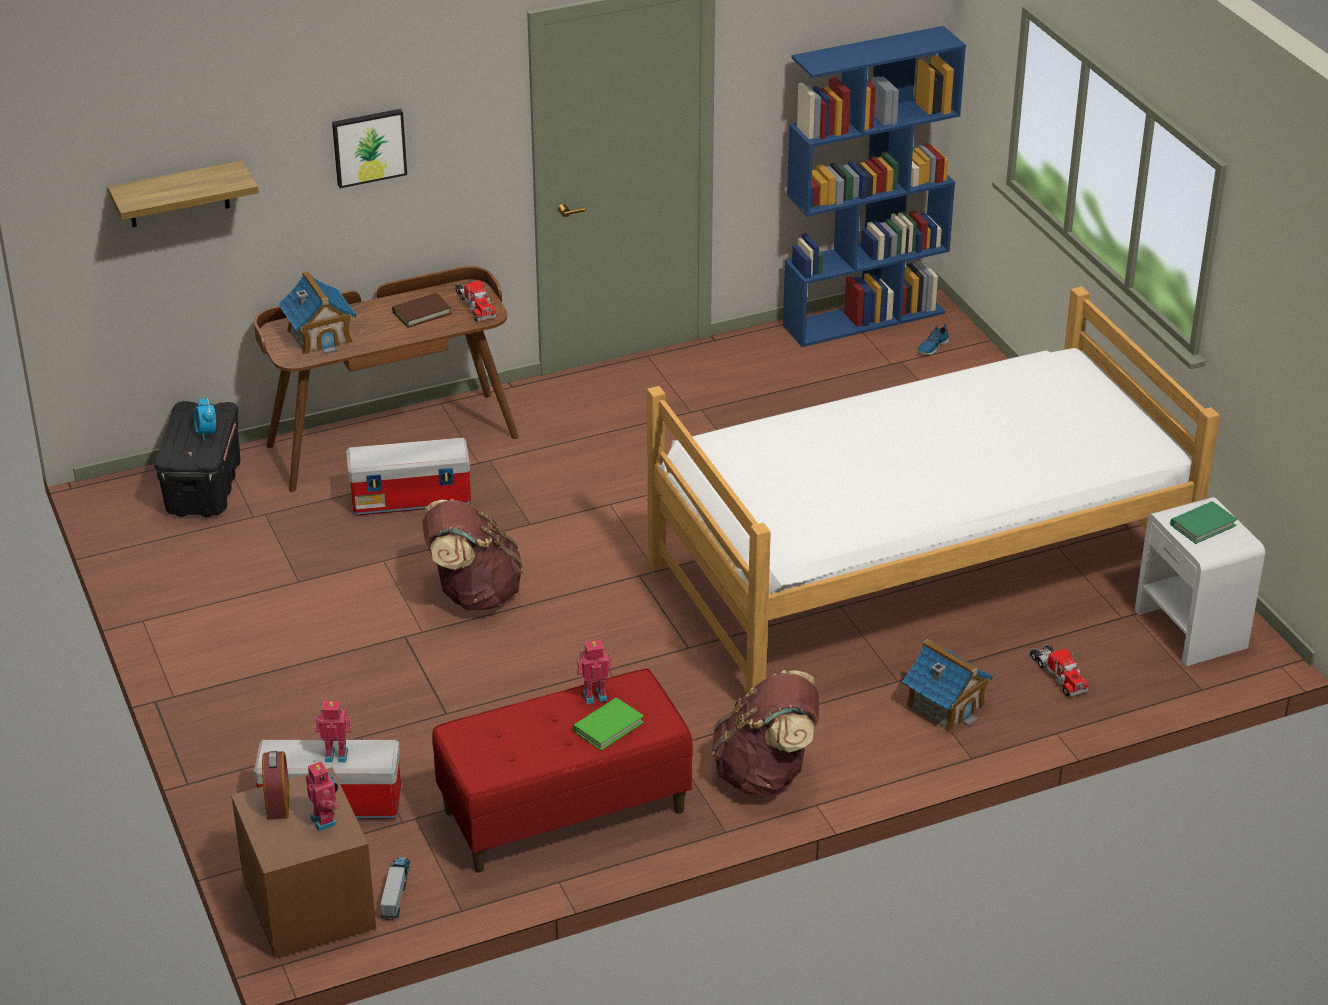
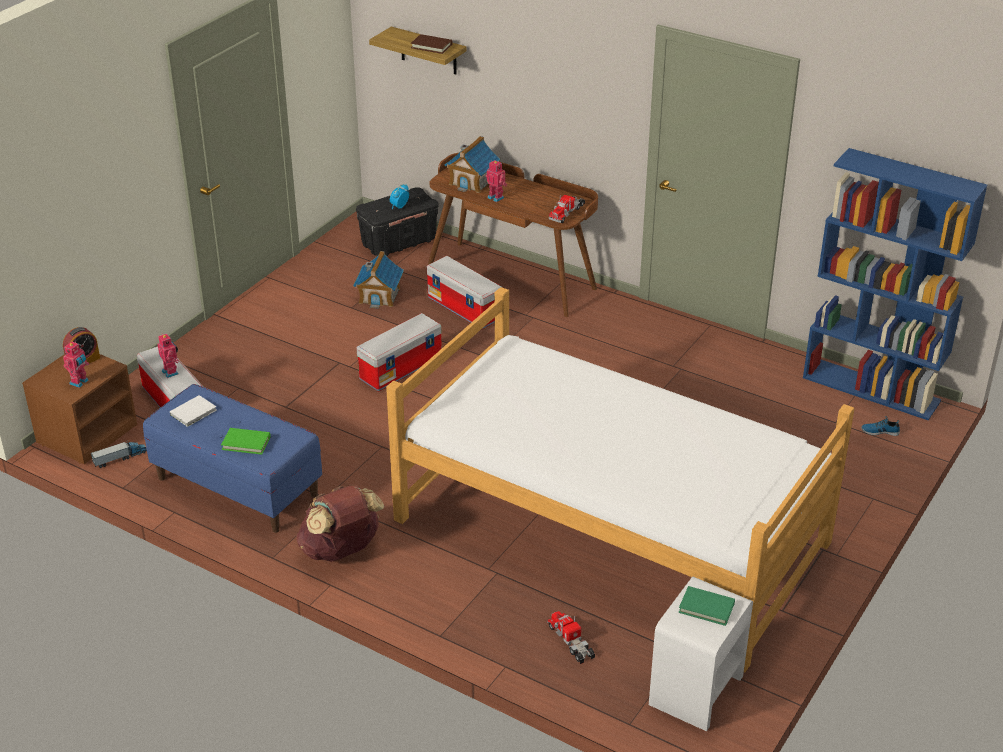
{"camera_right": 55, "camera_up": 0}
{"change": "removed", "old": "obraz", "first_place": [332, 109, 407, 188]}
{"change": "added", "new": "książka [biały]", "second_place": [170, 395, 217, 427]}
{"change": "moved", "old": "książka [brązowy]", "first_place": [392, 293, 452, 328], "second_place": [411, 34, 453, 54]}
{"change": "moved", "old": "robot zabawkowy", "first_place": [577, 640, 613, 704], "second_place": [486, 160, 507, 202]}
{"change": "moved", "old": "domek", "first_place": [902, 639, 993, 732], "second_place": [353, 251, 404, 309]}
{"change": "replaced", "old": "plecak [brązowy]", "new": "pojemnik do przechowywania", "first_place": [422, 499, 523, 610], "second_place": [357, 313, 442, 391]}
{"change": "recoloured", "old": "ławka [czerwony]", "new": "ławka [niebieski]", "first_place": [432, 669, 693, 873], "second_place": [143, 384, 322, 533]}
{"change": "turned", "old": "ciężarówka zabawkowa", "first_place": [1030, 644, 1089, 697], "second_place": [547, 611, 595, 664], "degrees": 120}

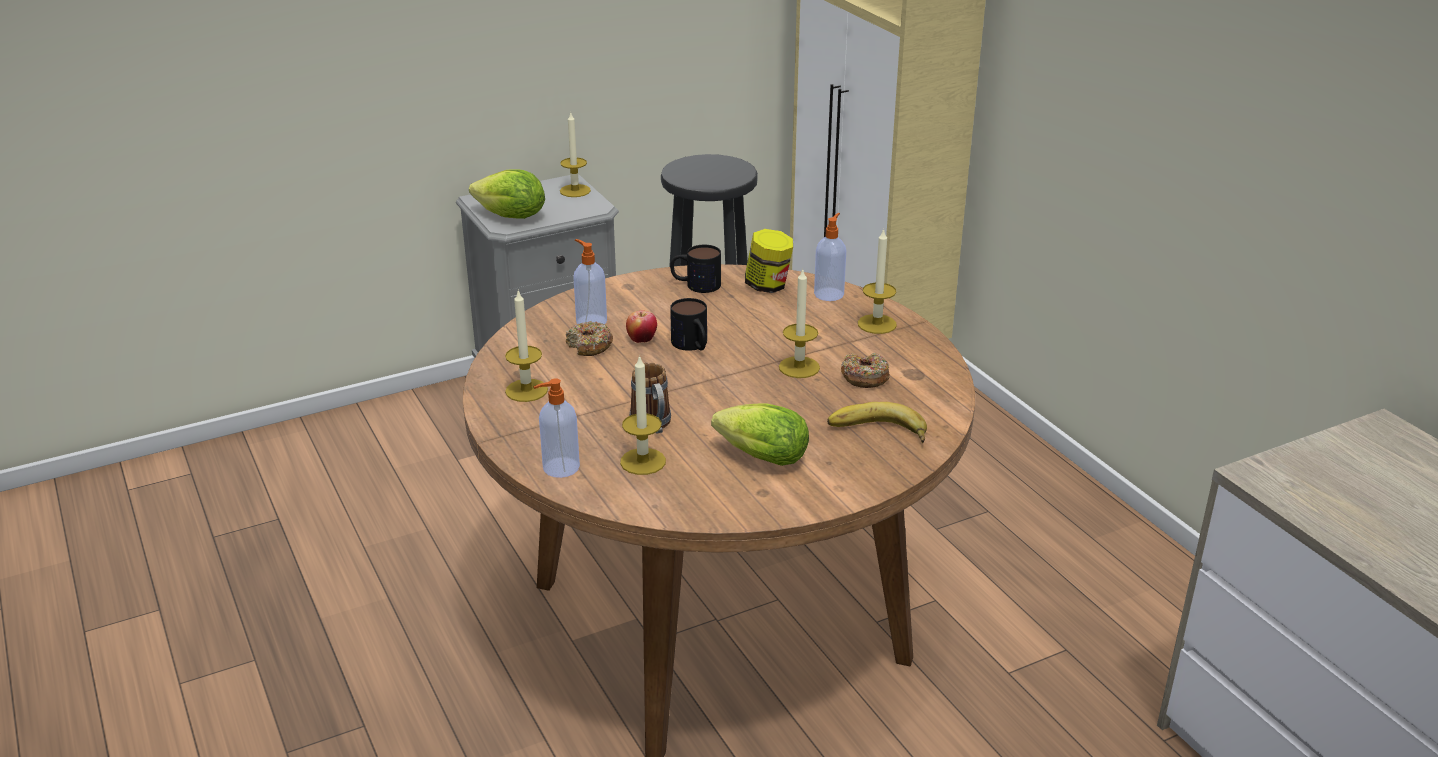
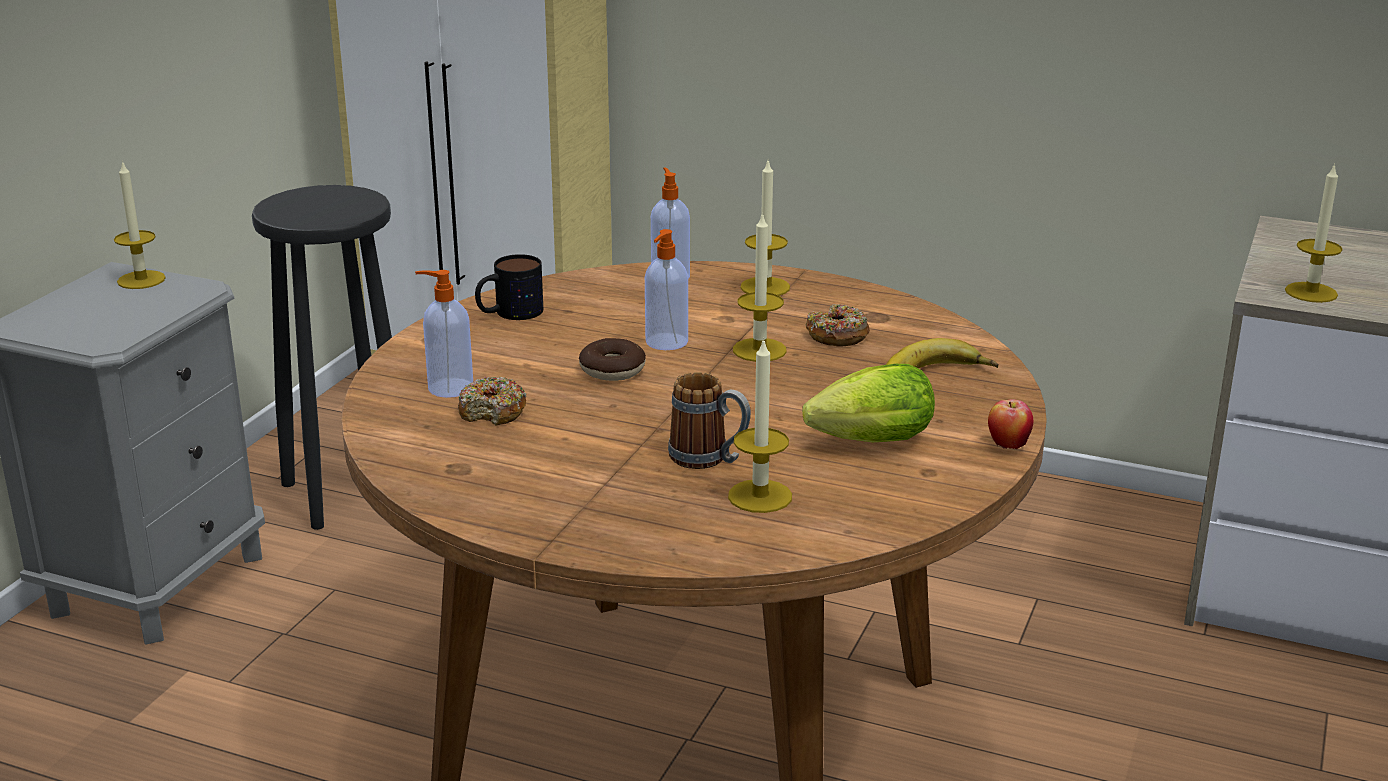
{"camera_right": -40, "camera_up": -5}
{"change": "removed", "old": "sałata", "first_place": [469, 169, 545, 219]}
{"change": "removed", "old": "słoik", "first_place": [745, 229, 793, 293]}
{"change": "moved", "old": "świeca", "first_place": [505, 289, 548, 402], "second_place": [1285, 163, 1343, 303]}
{"change": "moved", "old": "dozownik mydła", "first_place": [534, 378, 580, 478], "second_place": [645, 229, 688, 350]}
{"change": "moved", "old": "jabłko", "first_place": [626, 310, 657, 343], "second_place": [988, 399, 1033, 449]}
{"change": "replaced", "old": "kubek", "new": "donut", "first_place": [670, 298, 707, 351], "second_place": [579, 338, 646, 381]}

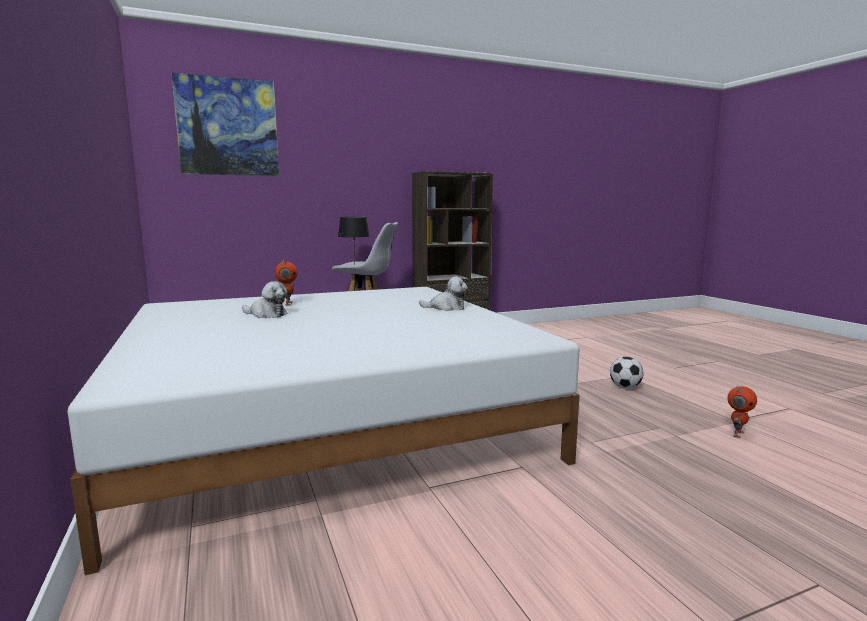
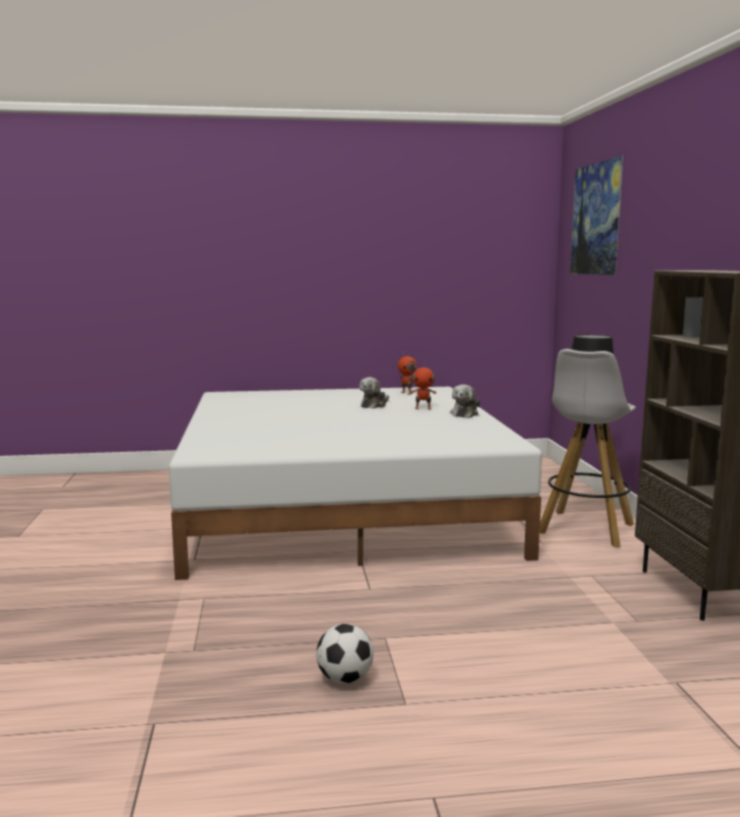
{"camera_right": 105, "camera_up": 0}
{"change": "moved", "old": "pluszak", "first_place": [419, 276, 468, 311], "second_place": [450, 385, 480, 418]}
{"change": "moved", "old": "robot zabawkowy", "first_place": [727, 386, 757, 438], "second_place": [398, 353, 417, 395]}

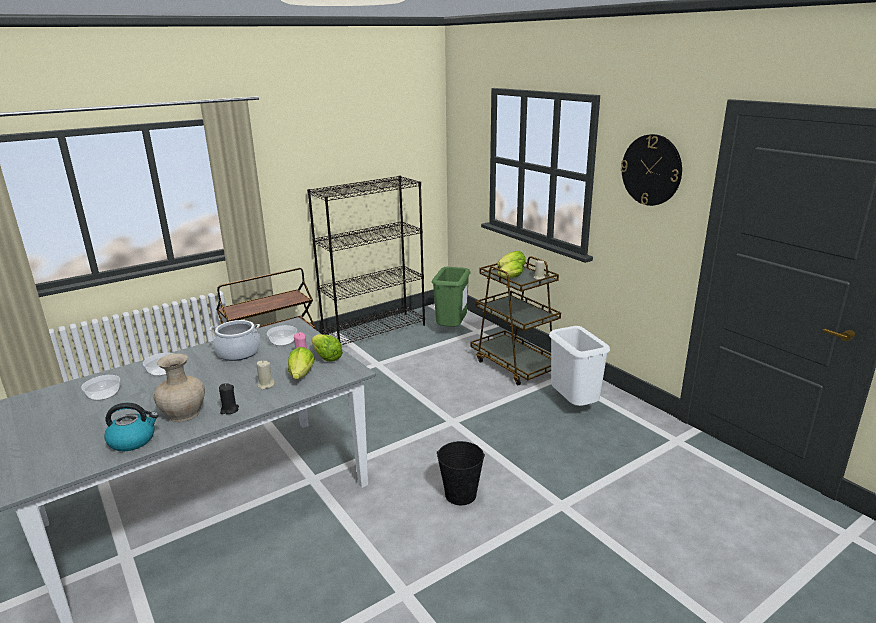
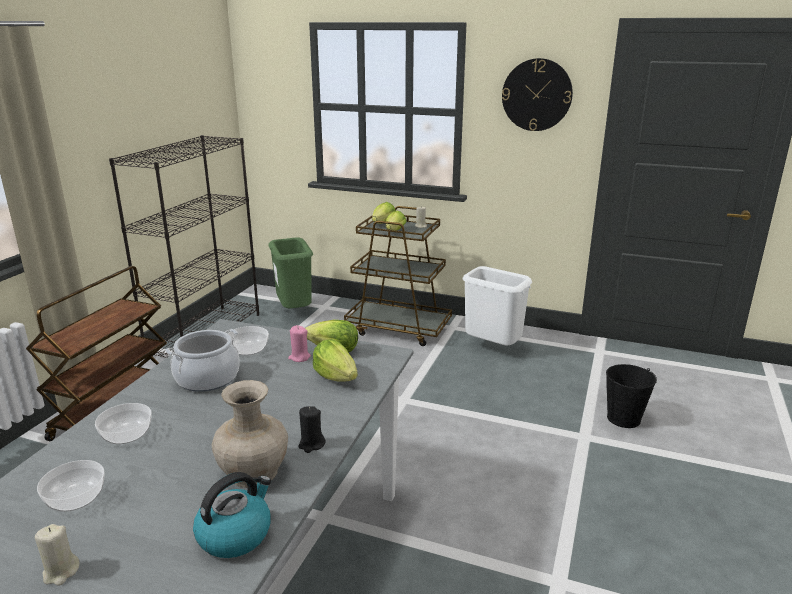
{"camera_right": -35, "camera_up": 0}
{"change": "moved", "old": "świeca [beżowy]", "first_place": [256, 361, 275, 390], "second_place": [35, 524, 80, 586]}
{"change": "moved", "old": "wiadro [czarny]", "first_place": [436, 441, 485, 505], "second_place": [606, 364, 657, 428]}

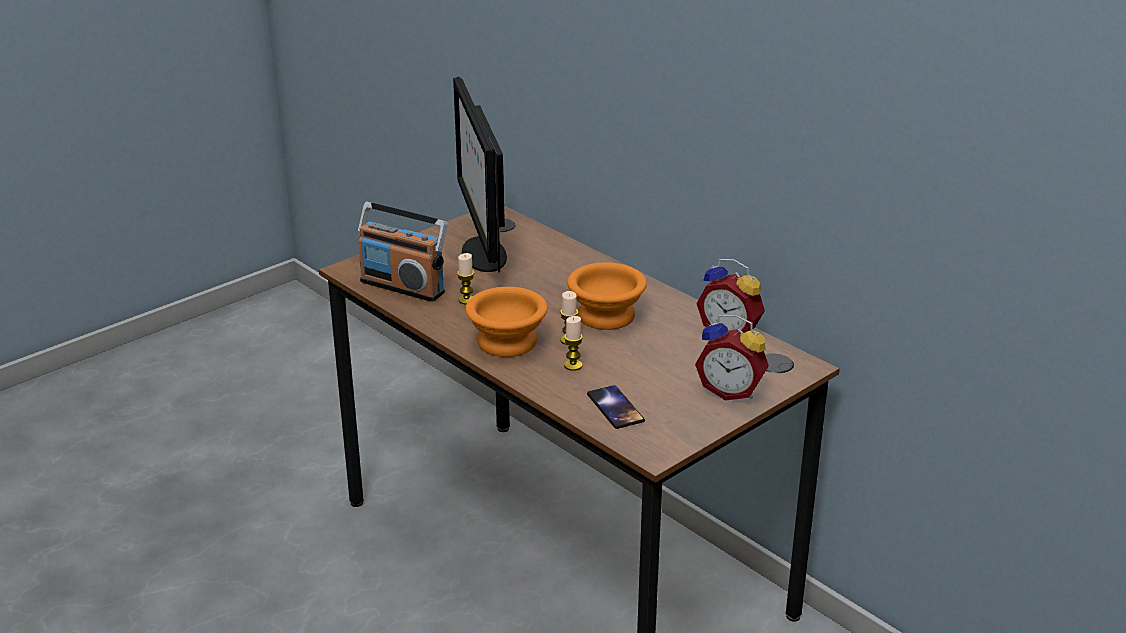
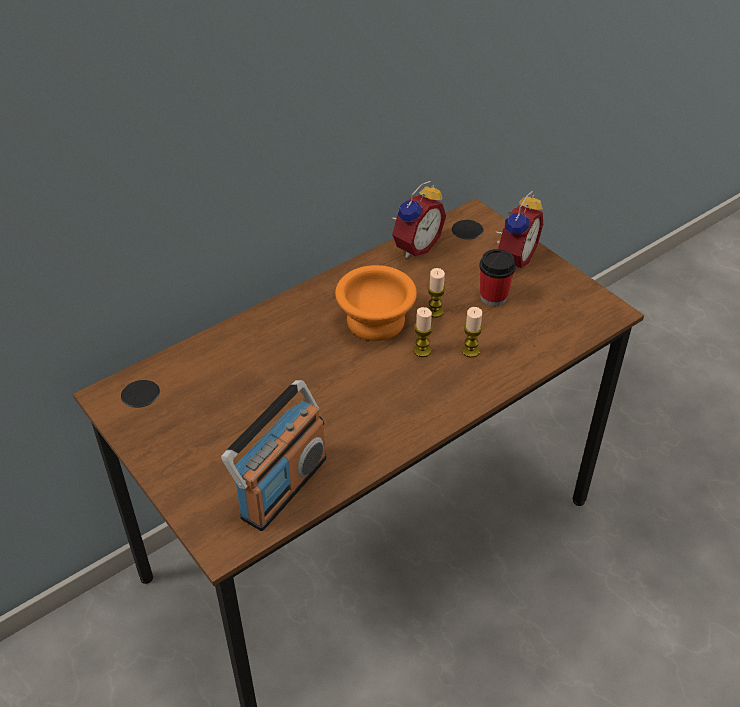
{"camera_right": -85, "camera_up": 15}
{"change": "removed", "old": "monitor", "first_place": [453, 77, 507, 272]}
{"change": "removed", "old": "miska [pomarańczowy]", "first_place": [465, 287, 547, 357]}
{"change": "removed", "old": "telefon", "first_place": [587, 385, 645, 429]}
{"change": "added", "new": "filiżanka", "second_place": [479, 249, 516, 306]}
{"change": "moved", "old": "świeca", "first_place": [457, 253, 474, 304], "second_place": [428, 268, 446, 318]}

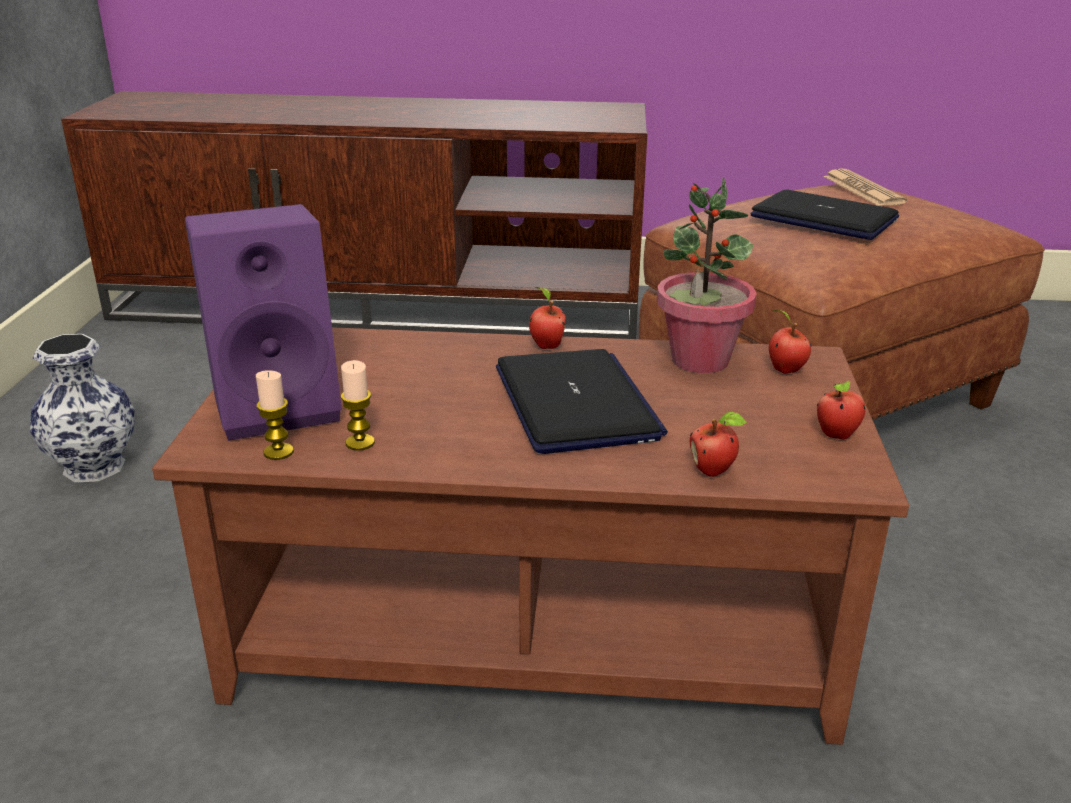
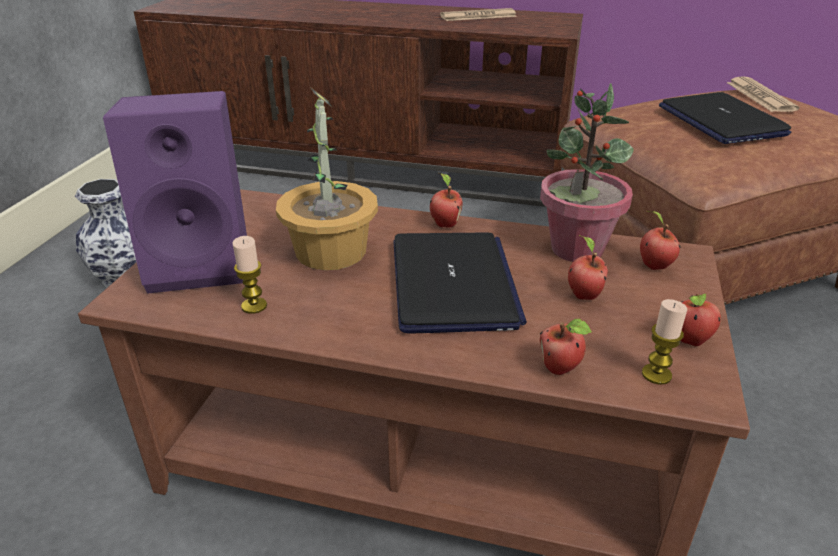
{"camera_right": 10, "camera_up": 5}
{"change": "added", "new": "roślina doniczkowa", "second_place": [276, 87, 378, 270]}
{"change": "added", "new": "gazeta", "second_place": [440, 8, 517, 21]}
{"change": "added", "new": "jabłko", "second_place": [568, 235, 608, 300]}
{"change": "moved", "old": "świeca", "first_place": [256, 370, 294, 460], "second_place": [642, 299, 687, 385]}
{"change": "turned", "old": "laptop", "first_place": [751, 189, 899, 240], "second_place": [659, 92, 791, 144], "degrees": -150}

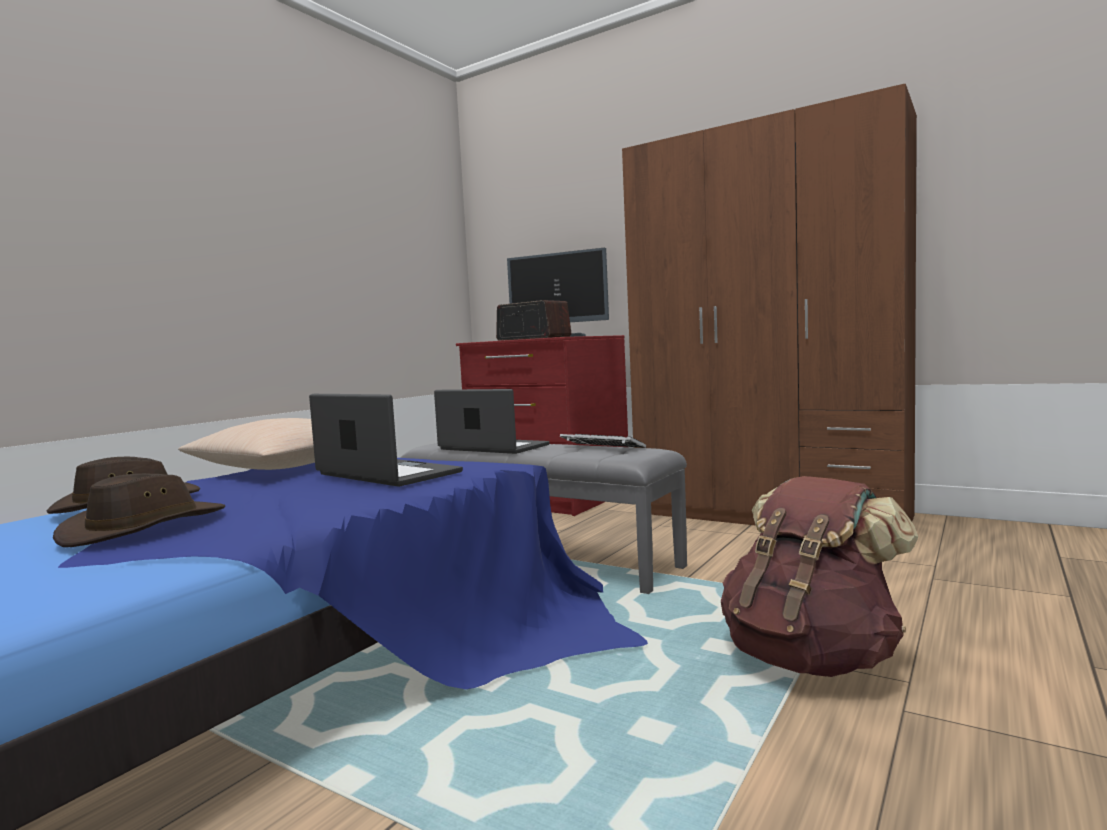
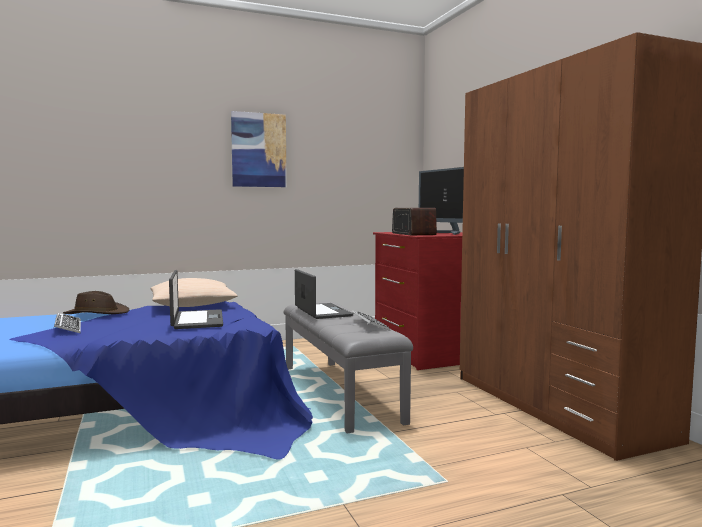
{"camera_right": 35, "camera_up": 0}
{"change": "removed", "old": "plecak [brązowy]", "first_place": [721, 476, 918, 677]}
{"change": "added", "new": "obraz", "second_place": [231, 111, 287, 187]}
{"change": "replaced", "old": "kapelusz [brązowy]", "new": "klawiatura", "first_place": [53, 473, 225, 547], "second_place": [54, 313, 81, 334]}

